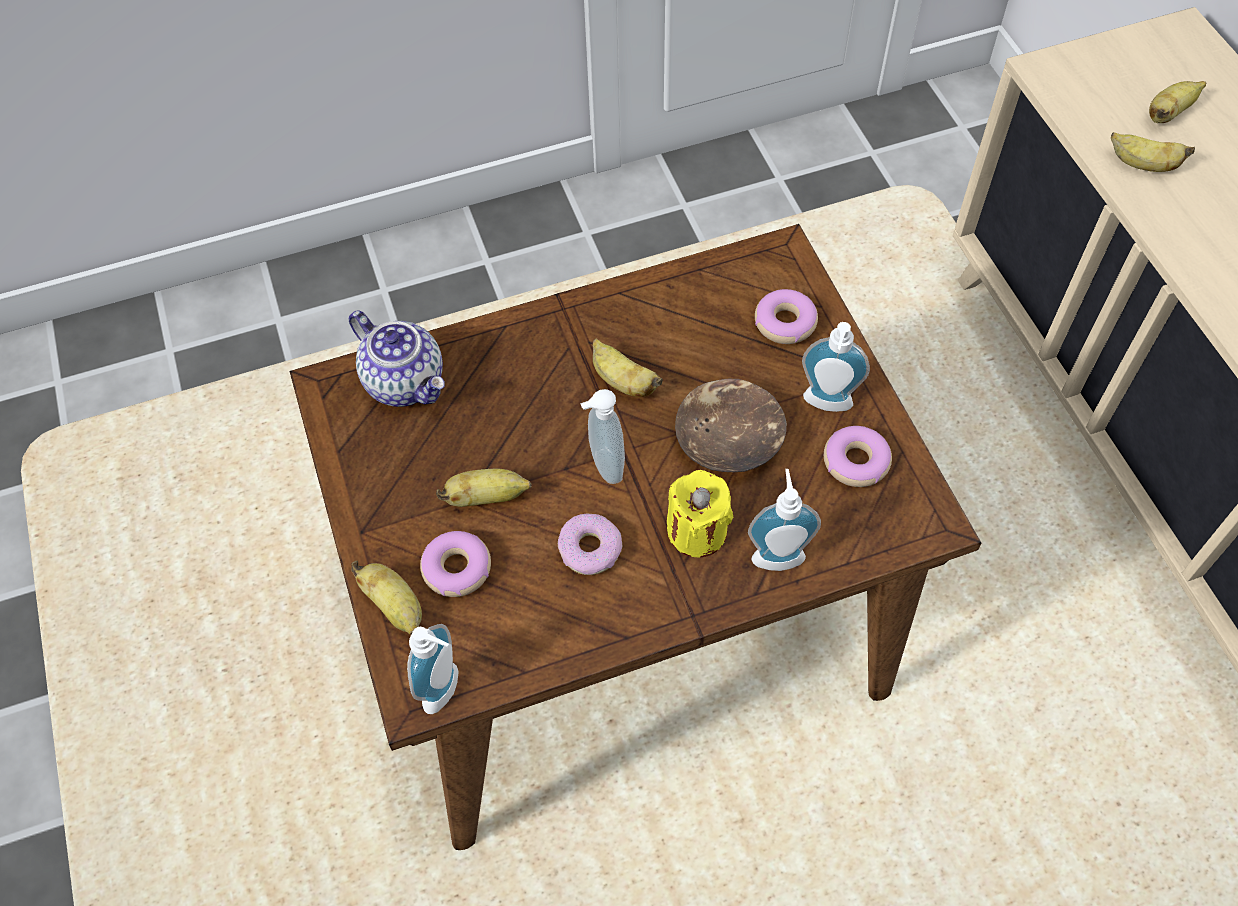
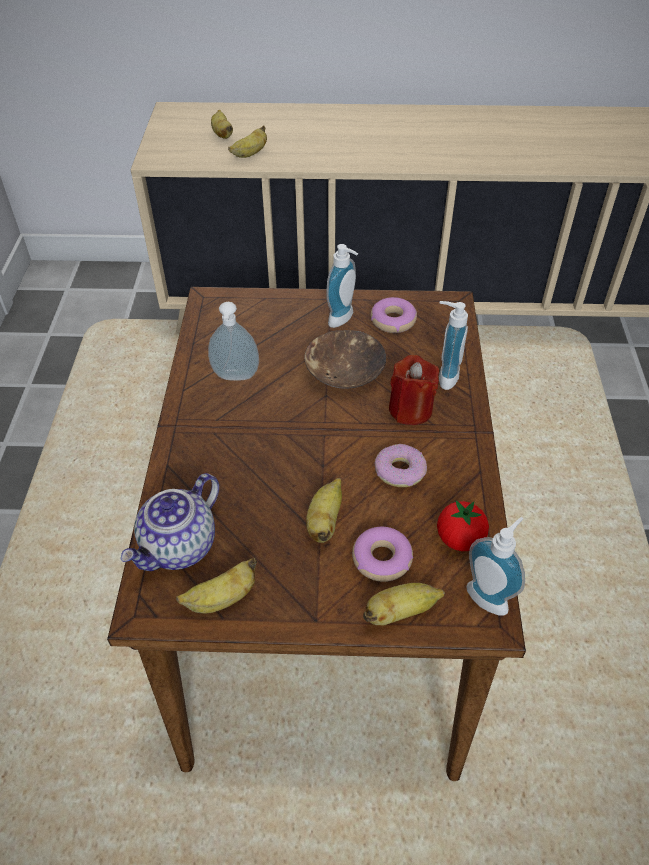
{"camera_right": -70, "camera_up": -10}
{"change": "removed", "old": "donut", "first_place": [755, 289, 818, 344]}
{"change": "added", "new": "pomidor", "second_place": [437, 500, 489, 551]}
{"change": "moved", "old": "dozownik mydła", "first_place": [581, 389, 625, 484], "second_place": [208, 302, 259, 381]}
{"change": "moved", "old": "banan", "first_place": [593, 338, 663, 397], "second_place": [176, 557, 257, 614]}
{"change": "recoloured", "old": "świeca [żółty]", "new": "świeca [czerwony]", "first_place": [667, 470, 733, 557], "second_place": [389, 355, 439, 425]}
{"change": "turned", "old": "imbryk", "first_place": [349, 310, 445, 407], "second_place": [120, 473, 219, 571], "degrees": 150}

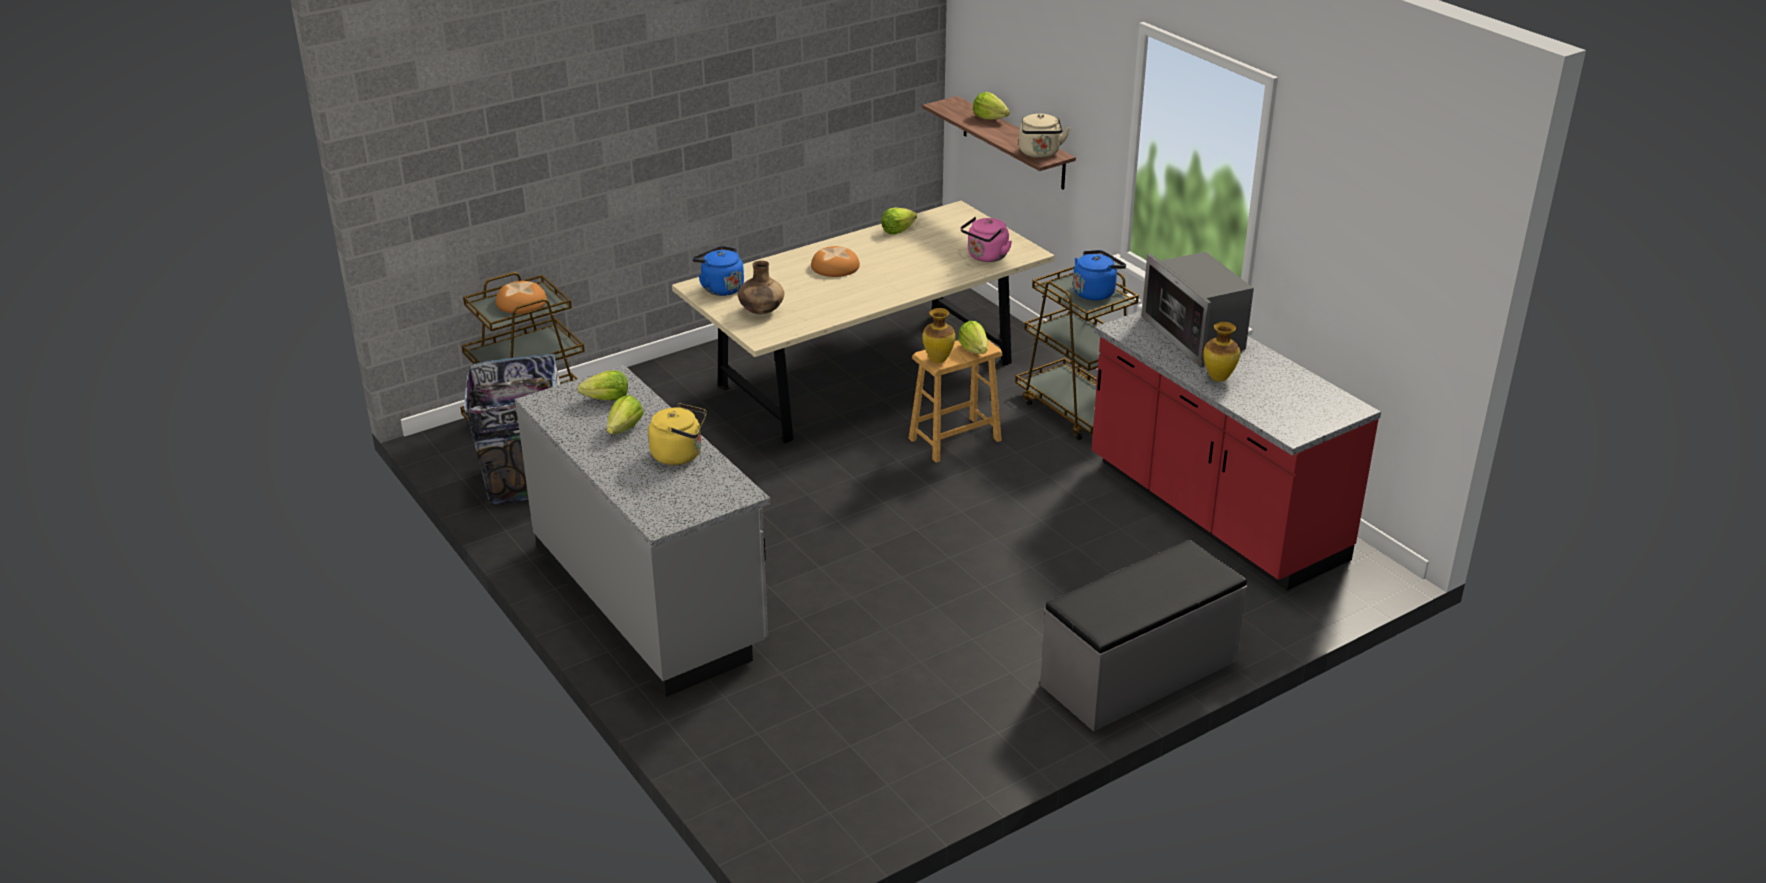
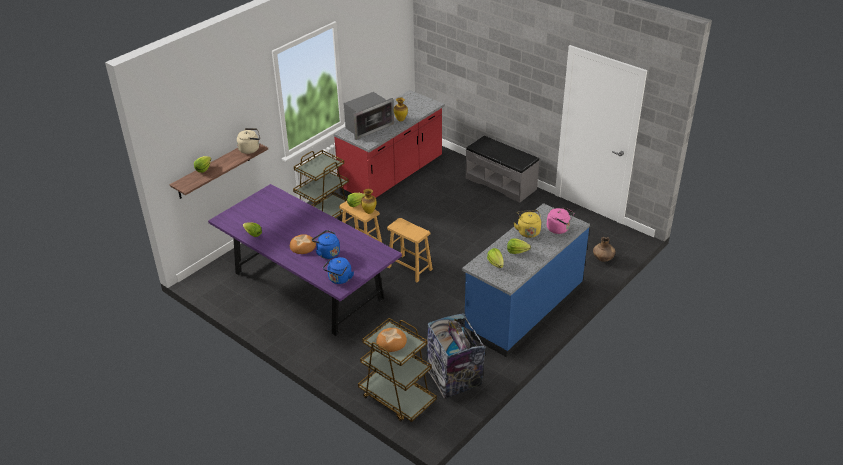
{"camera_right": -105, "camera_up": 5}
{"change": "added", "new": "stołek [brązowy]", "second_place": [387, 218, 433, 282]}
{"change": "moved", "old": "wazon [brązowy]", "first_place": [738, 260, 784, 314], "second_place": [593, 237, 616, 262]}
{"change": "moved", "old": "czajnik [różowy]", "first_place": [961, 217, 1012, 262], "second_place": [547, 207, 574, 234]}
{"change": "moved", "old": "czajnik [niebieski]", "first_place": [1073, 250, 1126, 300], "second_place": [312, 230, 340, 259]}
{"change": "recoloured", "old": "zabudowa kuchenna [szary]", "new": "zabudowa kuchenna [niebieski]", "first_place": [515, 365, 770, 697], "second_place": [462, 203, 590, 357]}
{"change": "recoloured", "old": "stół jadalny [beżowy]", "new": "stół jadalny [fioletowy]", "first_place": [672, 201, 1054, 443], "second_place": [208, 184, 402, 336]}

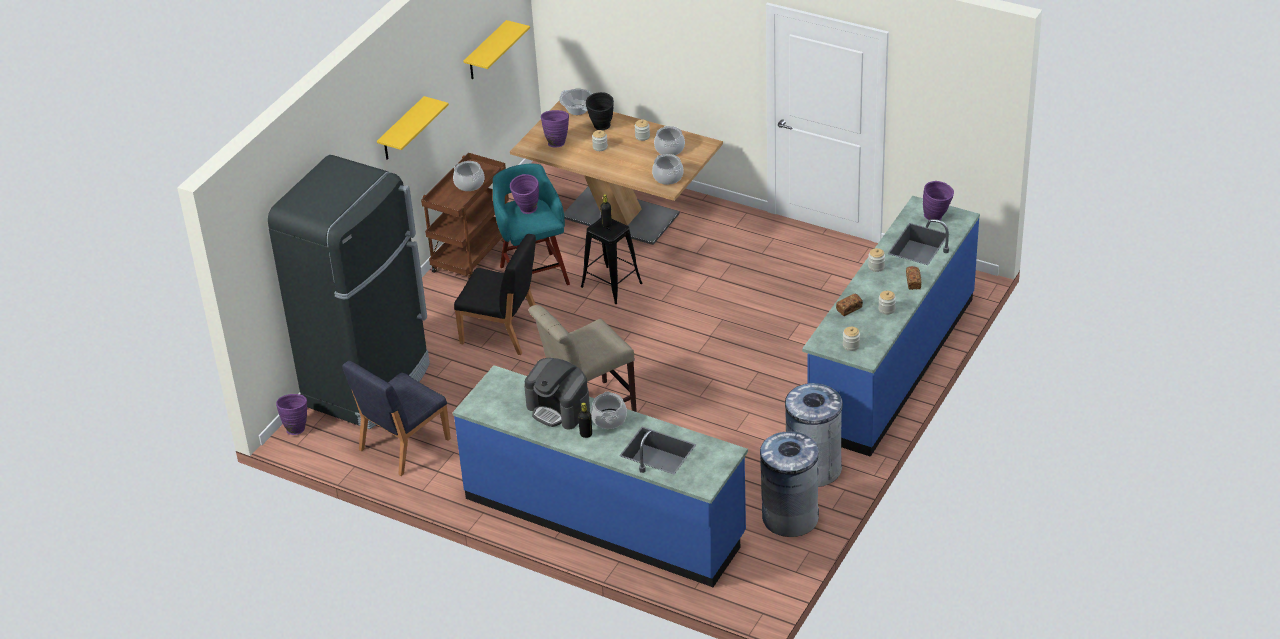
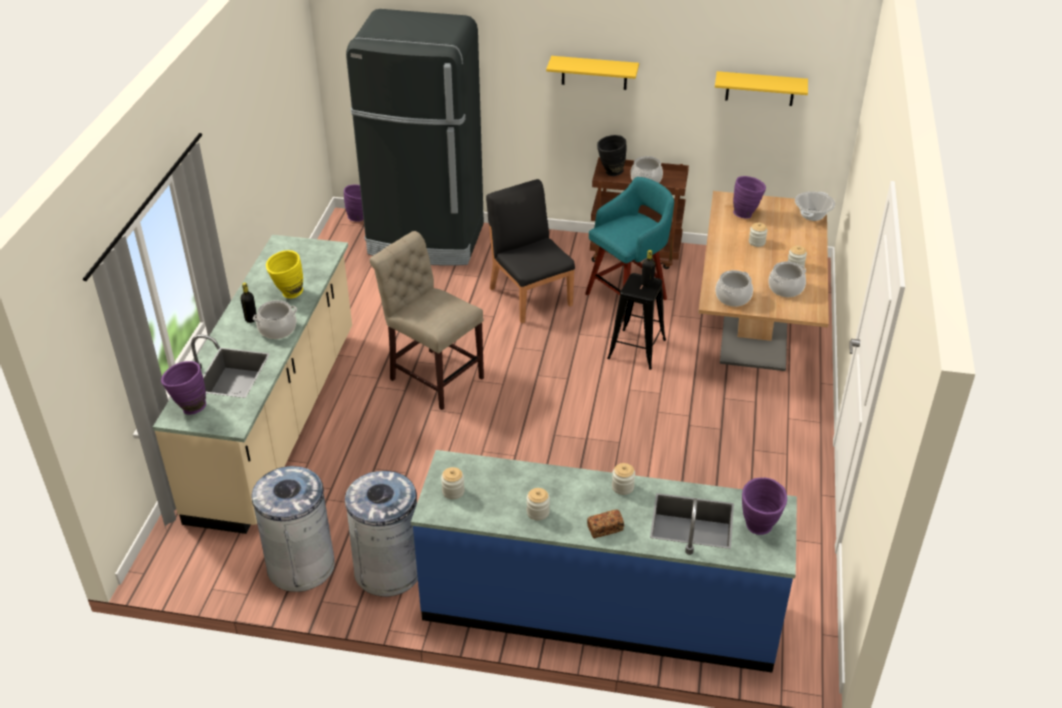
{"camera_right": 70, "camera_up": 0}
{"change": "removed", "old": "krzesło [niebieski]", "first_place": [343, 361, 451, 476]}
{"change": "removed", "old": "chleb", "first_place": [836, 294, 863, 316]}
{"change": "moved", "old": "wazon [fioletowy]", "first_place": [510, 174, 539, 214], "second_place": [161, 361, 206, 415]}
{"change": "moved", "old": "wazon [czarny]", "first_place": [586, 92, 614, 130], "second_place": [597, 135, 626, 176]}
{"change": "replaced", "old": "ekspres do kawy", "new": "wazon [żółty]", "first_place": [524, 358, 590, 429], "second_place": [266, 250, 303, 299]}
{"change": "recoloured", "old": "zabudowa kuchenna [niebieski]", "new": "zabudowa kuchenna [beżowy]", "first_place": [453, 365, 748, 587], "second_place": [153, 235, 352, 534]}
{"change": "turned", "old": "krzesło [czarny]", "first_place": [454, 234, 536, 355], "second_place": [486, 179, 575, 323], "degrees": 150}

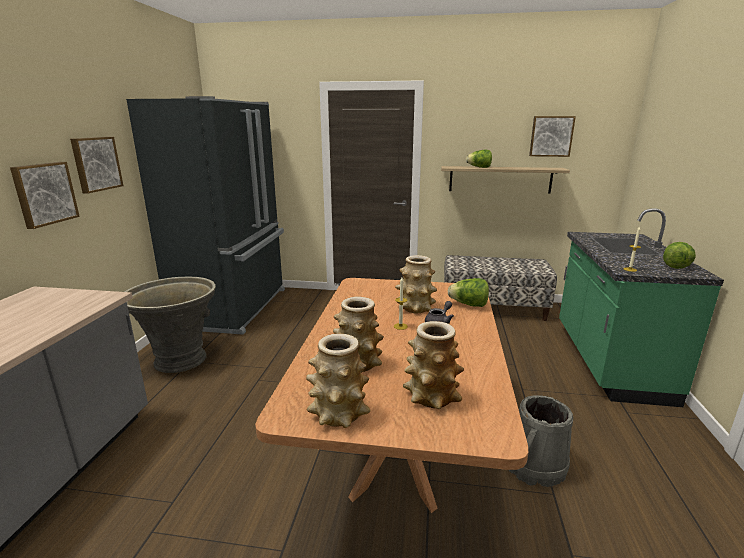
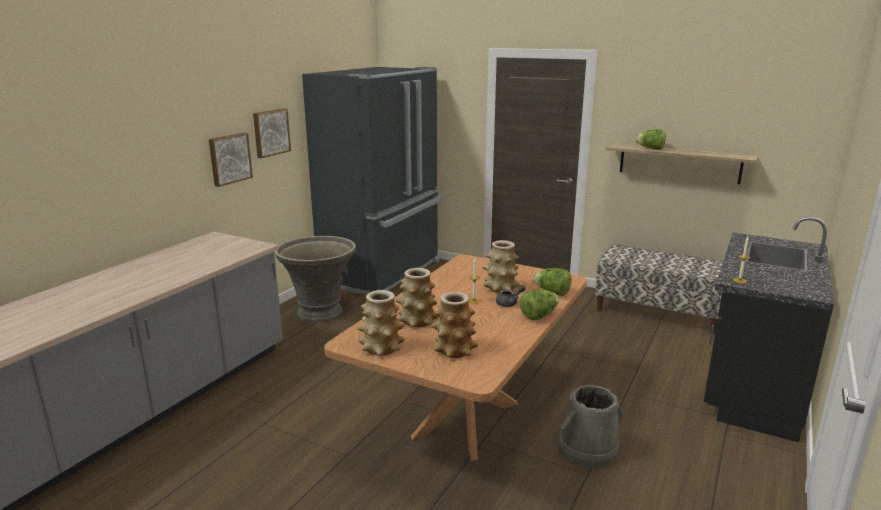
{"camera_right": 20, "camera_up": 0}
{"change": "removed", "old": "obraz", "first_place": [529, 116, 576, 157]}
{"change": "moved", "old": "sałata", "first_place": [663, 242, 696, 269], "second_place": [520, 290, 559, 320]}
{"change": "recoloured", "old": "zabudowa kuchenna [zielony]", "new": "zabudowa kuchenna [czarny]", "first_place": [559, 208, 724, 407], "second_place": [704, 217, 834, 442]}

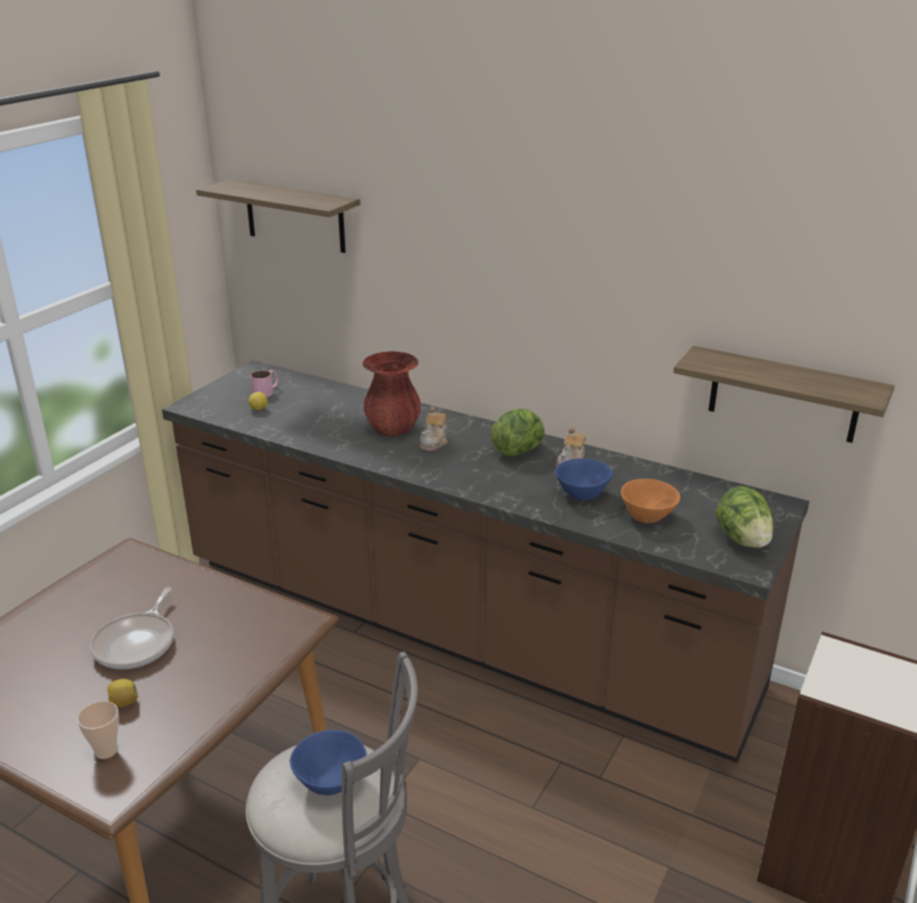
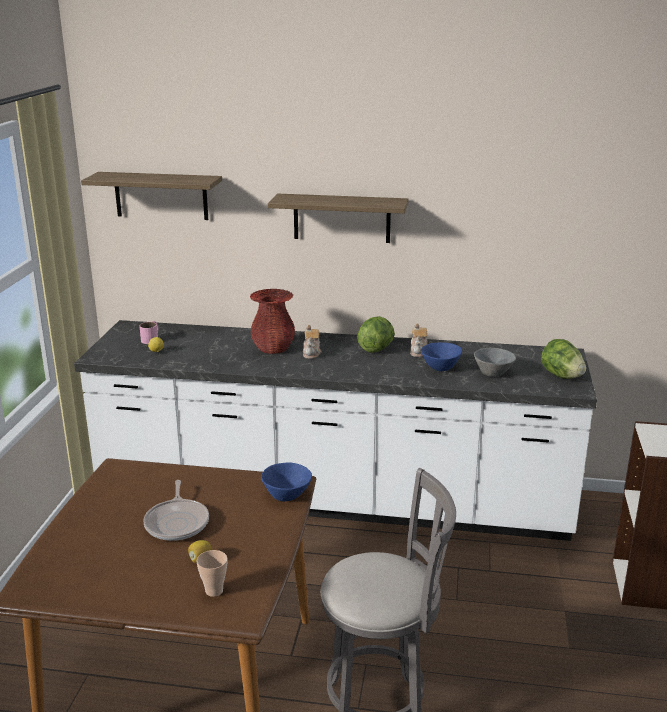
{"camera_right": -20, "camera_up": -5}
{"change": "moved", "old": "miska [niebieski]", "first_place": [290, 730, 367, 795], "second_place": [261, 463, 312, 501]}
{"change": "moved", "old": "półka", "first_place": [673, 346, 895, 443], "second_place": [268, 194, 409, 243]}
{"change": "recoloured", "old": "zabudowa kuchenna [brązowy]", "new": "zabudowa kuchenna [biały]", "first_place": [162, 360, 809, 763], "second_place": [74, 320, 597, 541]}
{"change": "recoloured", "old": "miska [pomarańczowy]", "new": "miska [szary]", "first_place": [621, 479, 680, 523], "second_place": [474, 348, 516, 377]}

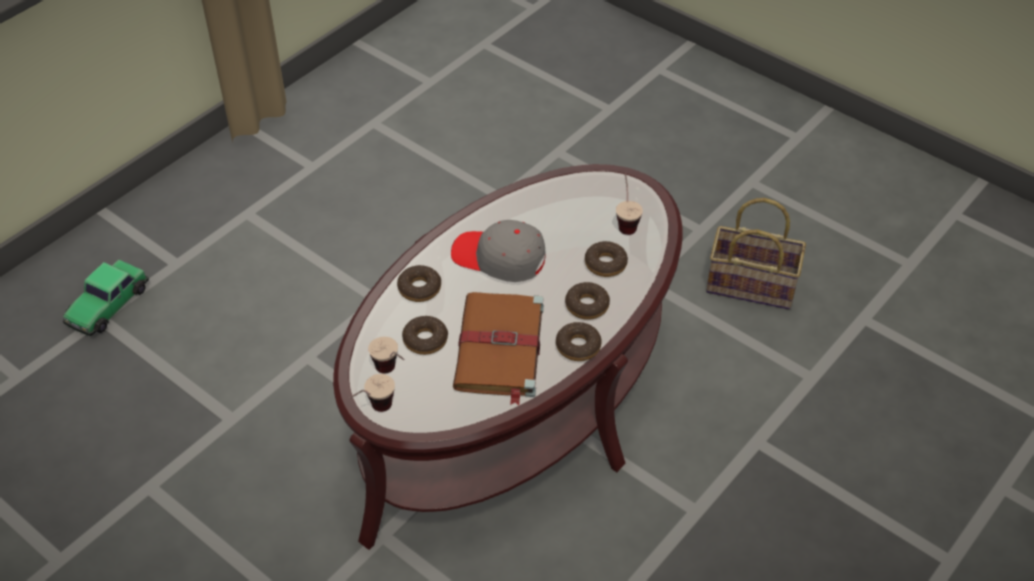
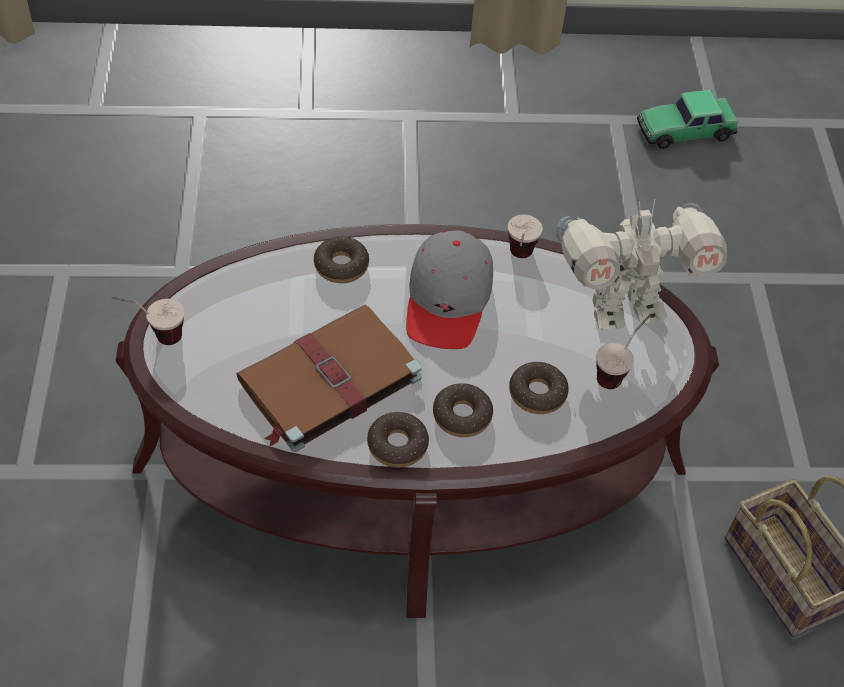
{"camera_right": 45, "camera_up": 5}
{"change": "removed", "old": "donut", "first_place": [402, 316, 448, 355]}
{"change": "added", "new": "robot zabawkowy", "second_place": [556, 199, 727, 330]}
{"change": "moved", "old": "samochodzik", "first_place": [63, 260, 149, 336], "second_place": [637, 90, 738, 149]}
{"change": "moved", "old": "filiżanka", "first_place": [368, 337, 404, 373], "second_place": [508, 215, 543, 258]}
{"change": "turned", "old": "czapka z daszkiem [szary]", "first_place": [451, 220, 546, 282], "second_place": [406, 230, 493, 349], "degrees": -150}

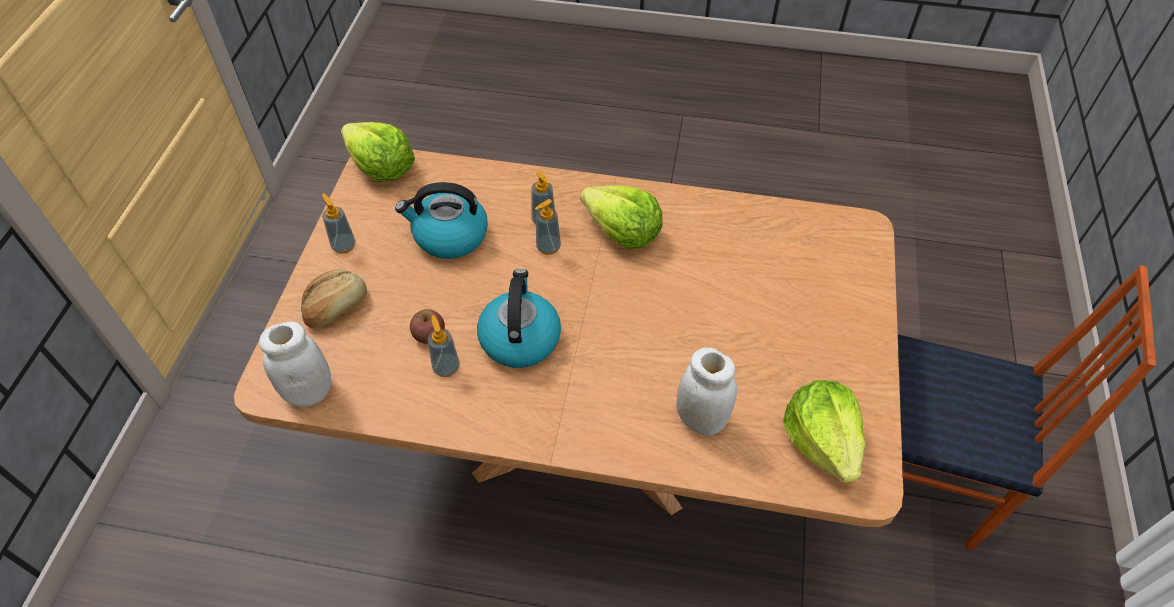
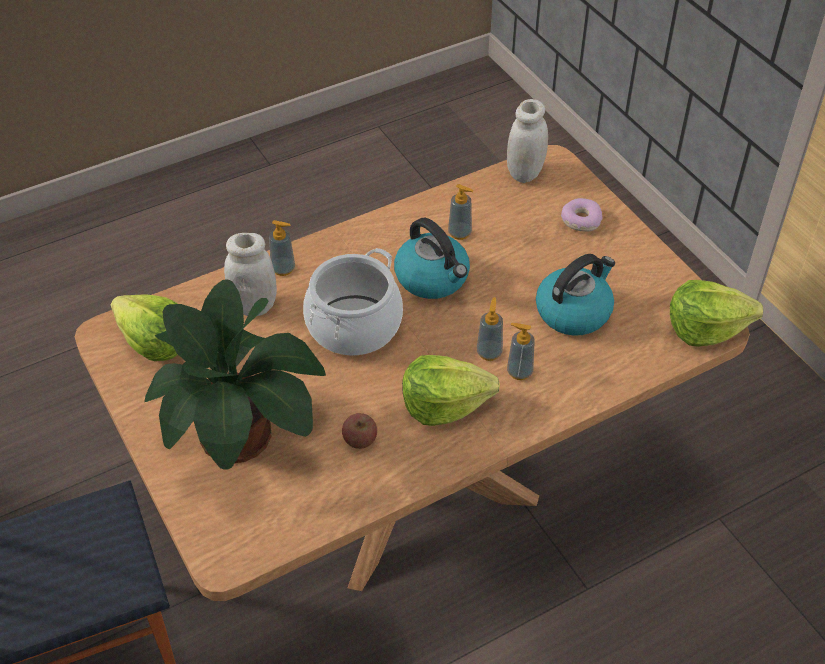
{"camera_right": 140, "camera_up": -5}
{"change": "added", "new": "roślina doniczkowa", "second_place": [144, 279, 326, 470]}
{"change": "added", "new": "garnek", "second_place": [303, 248, 403, 355]}
{"change": "moved", "old": "dozownik mydła", "first_place": [322, 193, 356, 254], "second_place": [269, 220, 295, 276]}
{"change": "moved", "old": "jabłko", "first_place": [410, 309, 445, 344], "second_place": [342, 413, 377, 449]}
{"change": "replaced", "old": "chleb", "new": "donut", "first_place": [301, 270, 367, 328], "second_place": [561, 198, 603, 232]}

